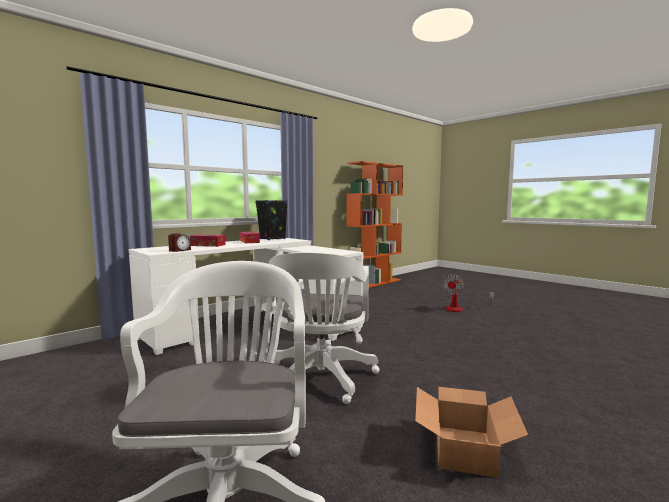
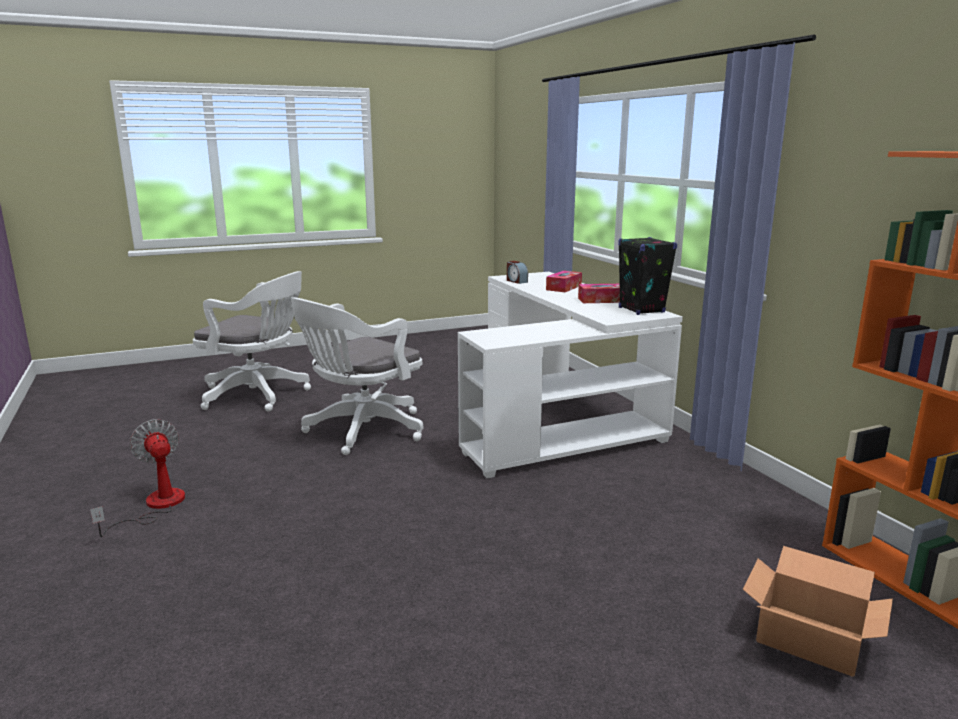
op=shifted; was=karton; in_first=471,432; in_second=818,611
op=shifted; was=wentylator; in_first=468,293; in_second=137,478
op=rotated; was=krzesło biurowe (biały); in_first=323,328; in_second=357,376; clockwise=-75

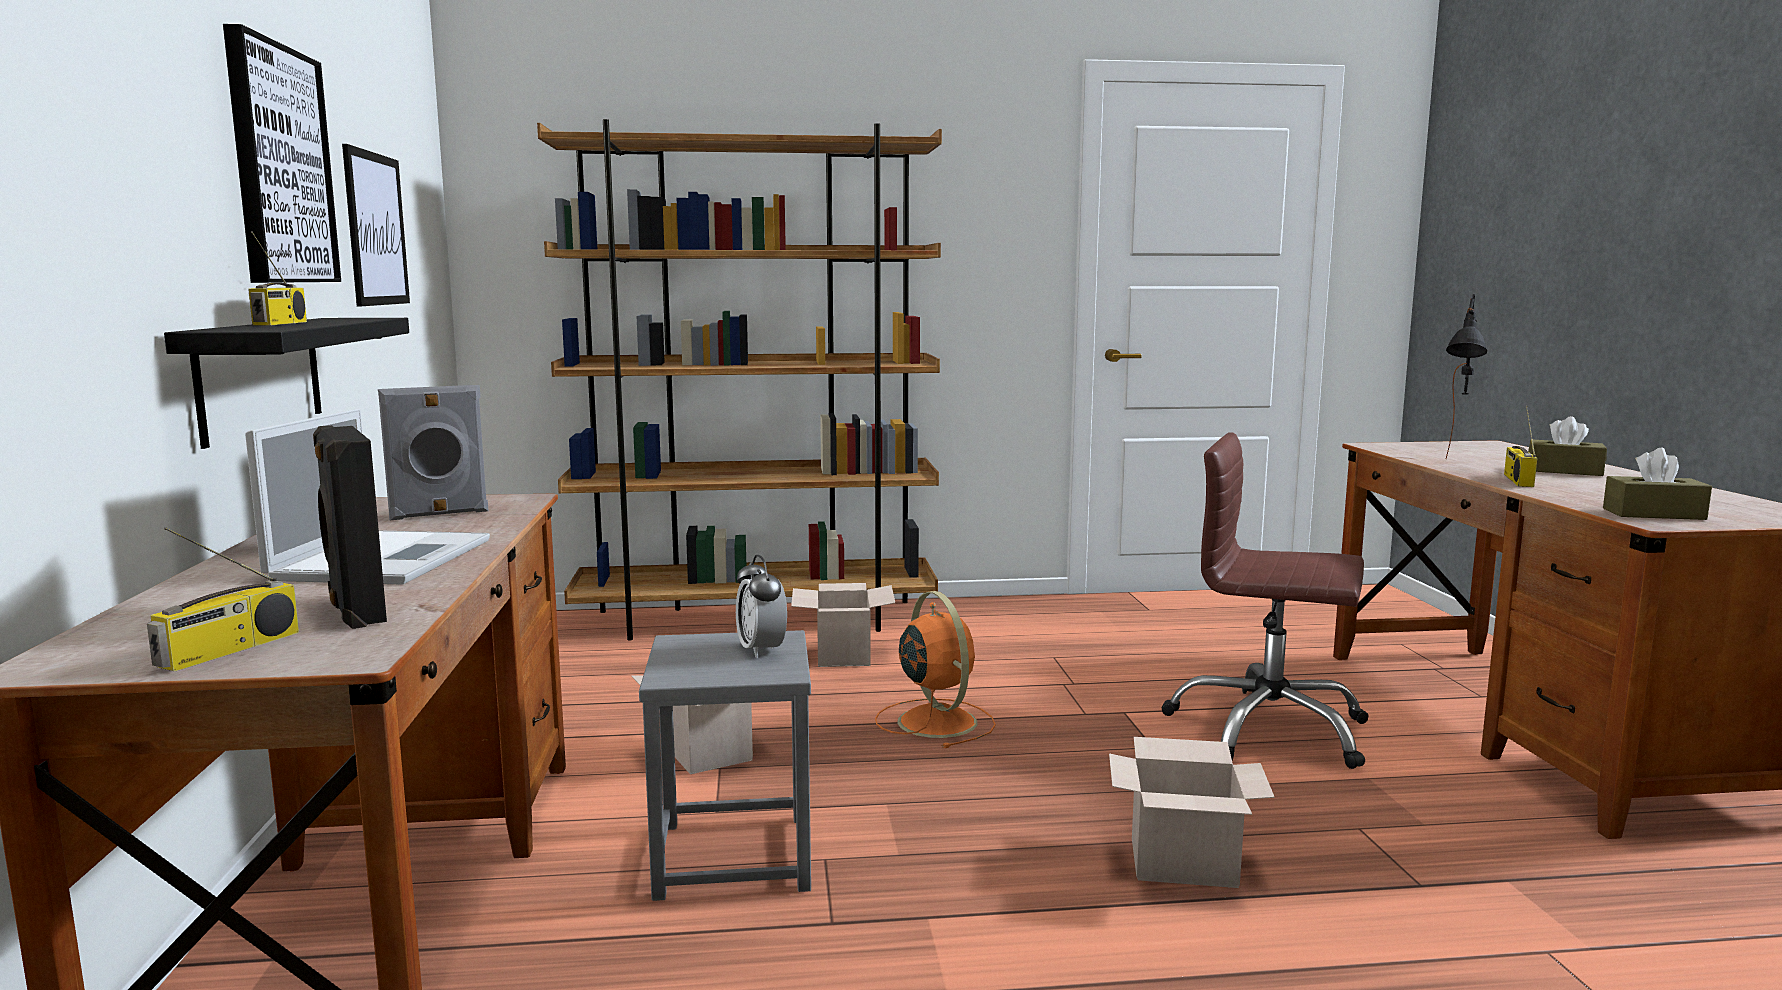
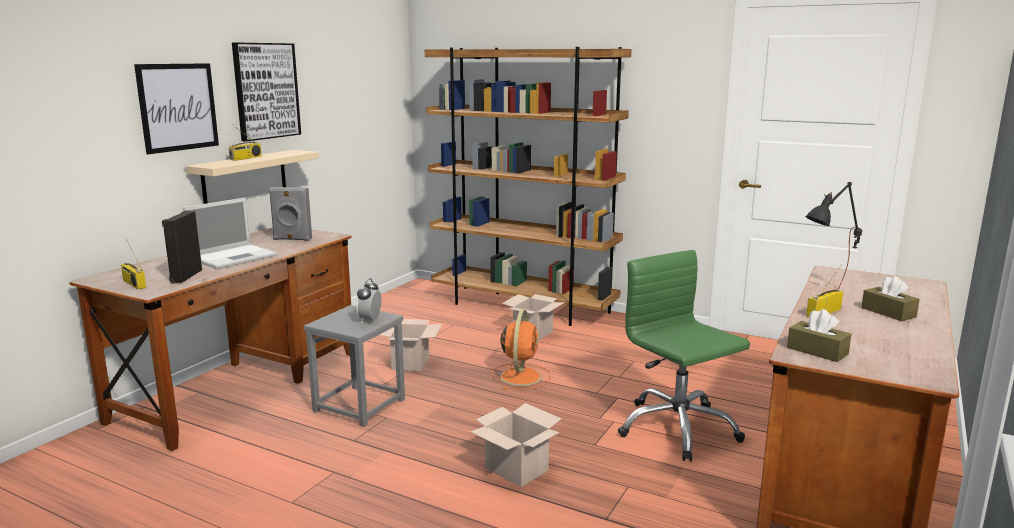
op=shifted; was=obraz; in_first=376,225; in_second=176,108
op=repainted; was=półka (czarny); now=półka (beżowy); in_first=286,383; in_second=252,177
op=repainted; was=krzesło biurowe (brązowy); now=krzesło biurowe (zielony); in_first=1265,600; in_second=684,355
op=rotated; was=radio; in_first=223,599; in_second=133,264; clockwise=75

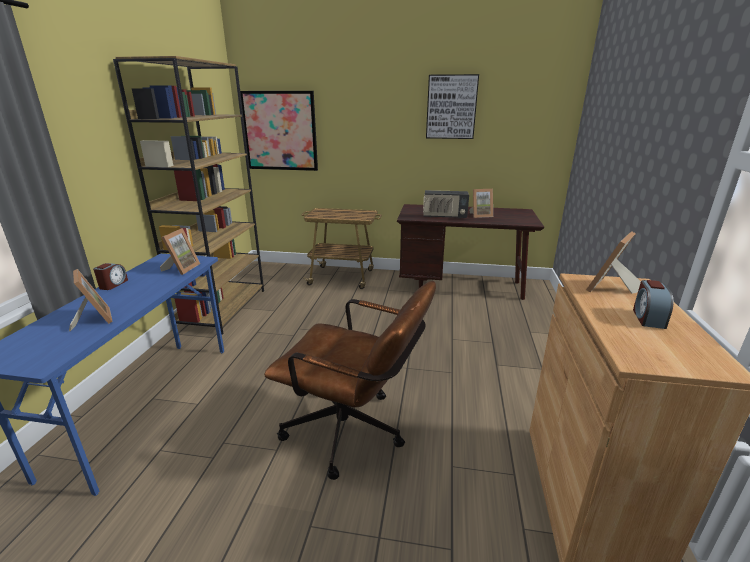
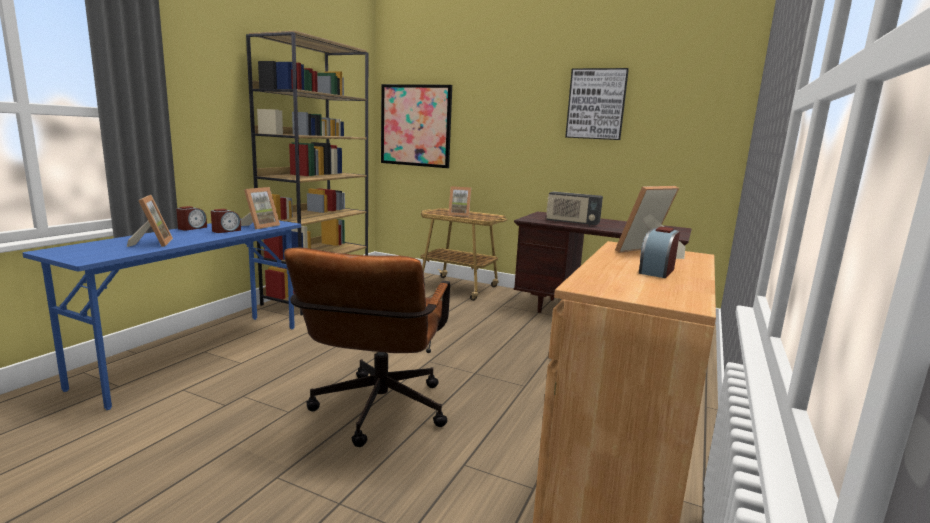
op=new; now=budzik; in_second=226,221
op=shifted; was=ramka na zdjęcie; in_first=481,203; in_second=459,201
op=rotated; was=krzesło biurowe (brązowy); in_first=350,380; in_second=367,347; clockwise=60

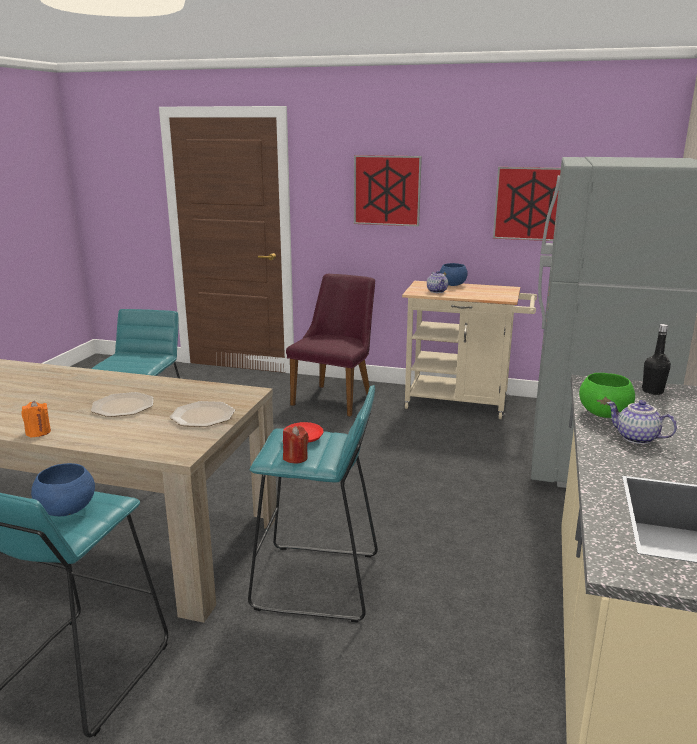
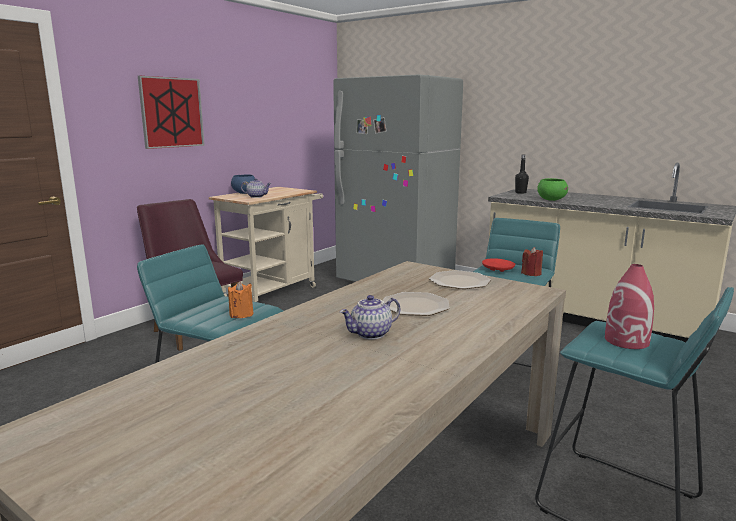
op=gone; was=obraz; in_first=527,204
op=shifted; was=świeca (pomarańczowy); in_first=36,419; in_second=240,299
op=shifted; was=imbryk; in_first=642,422; in_second=370,317
op=swapped; was=miska (niebieski); now=wazon (czerwony); in_first=63,489; in_second=629,306

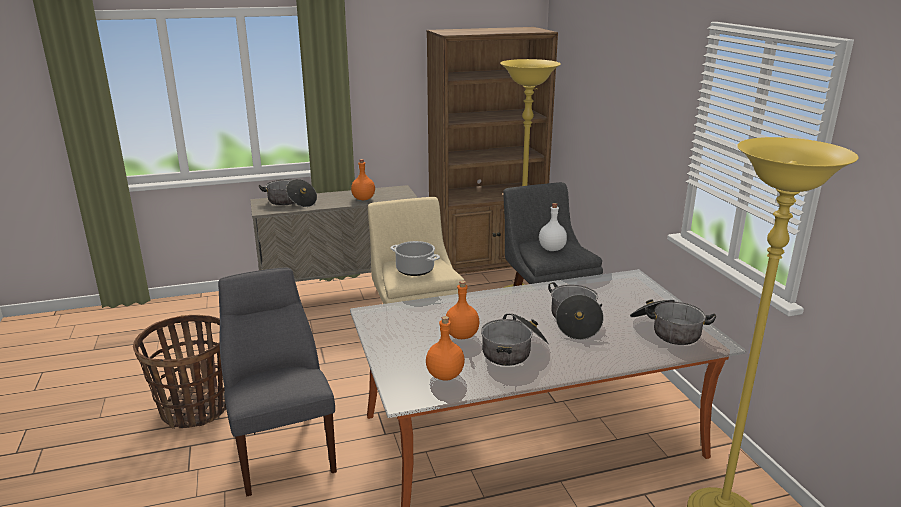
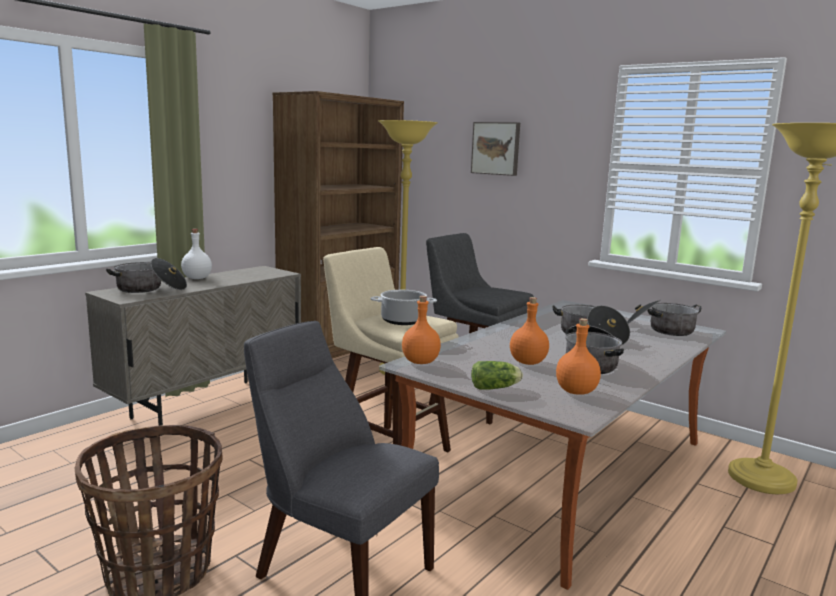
op=new; now=obraz; in_second=495,149
op=new; now=sałata; in_second=497,375
op=shifted; was=butelka (pomarańczowy); in_first=363,179; in_second=421,330
op=shifted; was=butelka (biały); in_first=553,227; in_second=196,254

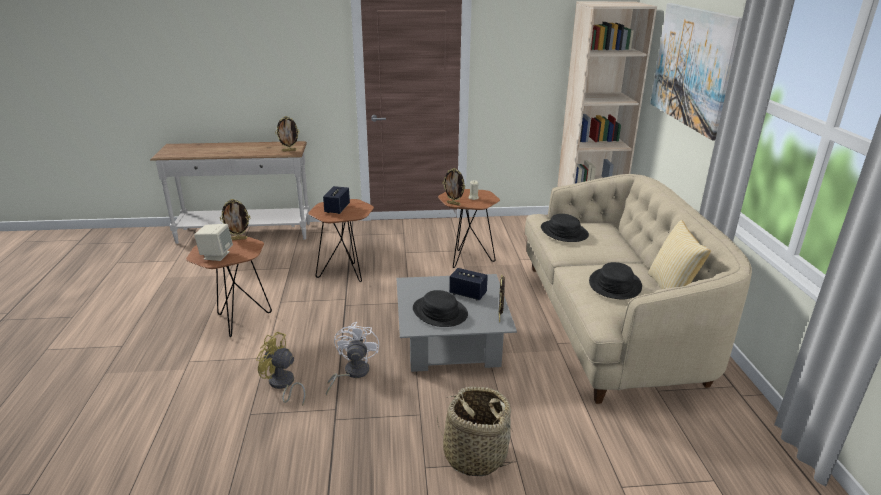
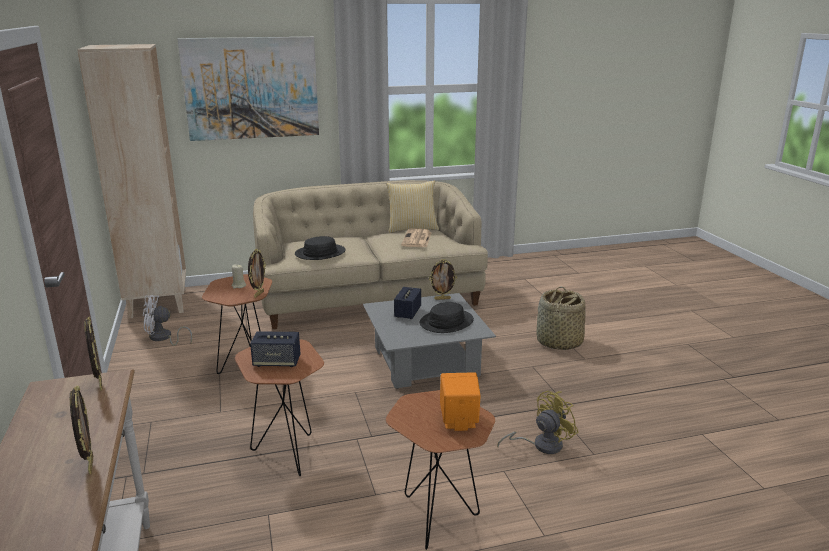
op=shifted; was=ramka na zdjęcie; in_first=235,219; in_second=81,430
op=shifted; was=wentylator (biały); in_first=352,358; in_second=167,320
op=swapped; was=kapelusz (czarny); now=gazeta; in_first=615,280; in_second=416,238
op=repainted; was=głośnik (beżowy); now=głośnik (pomarańczowy); in_first=213,242; in_second=460,401
op=rotated; was=wentylator (żółty); in_first=281,369; in_second=538,422; clockwise=-135

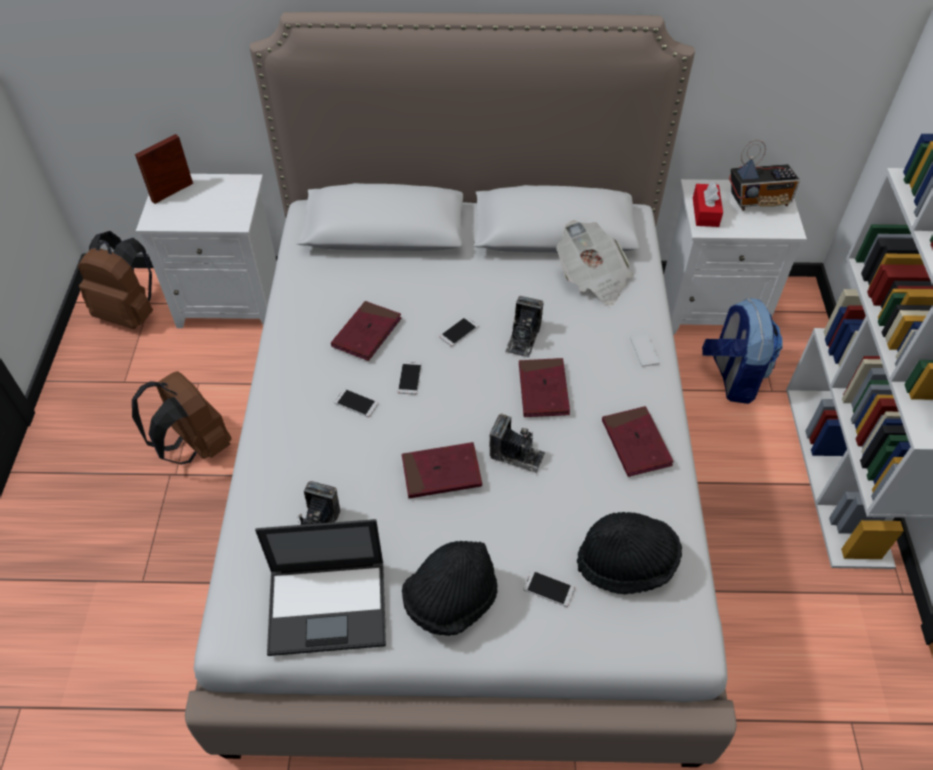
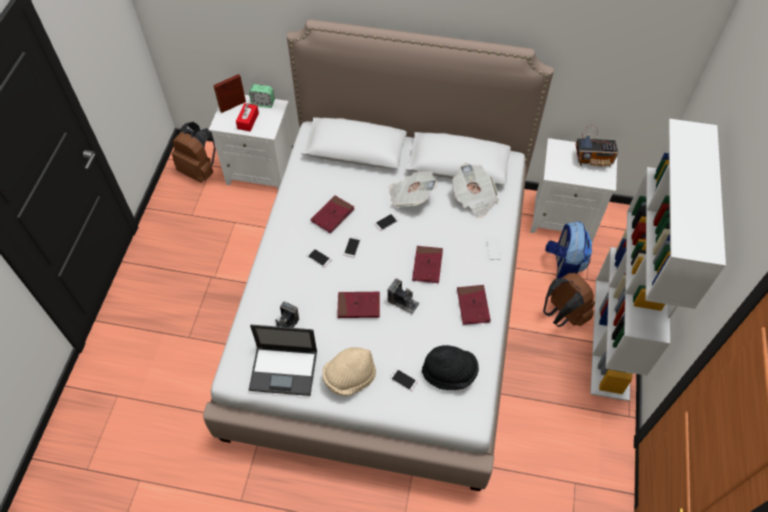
op=gone; was=aparat fotograficzny; in_first=524,326
op=new; now=budzik; in_second=262,96
op=new; now=gazeta; in_second=413,189
op=shifted; was=plecak (brązowy); in_first=181,417; in_second=569,300
op=shifted; was=pudełko chusteczek (czerwony); in_first=708,204; in_second=247,117
op=repainted; was=kapelusz (czarny); now=kapelusz (beżowy); in_first=450,588; in_second=349,371

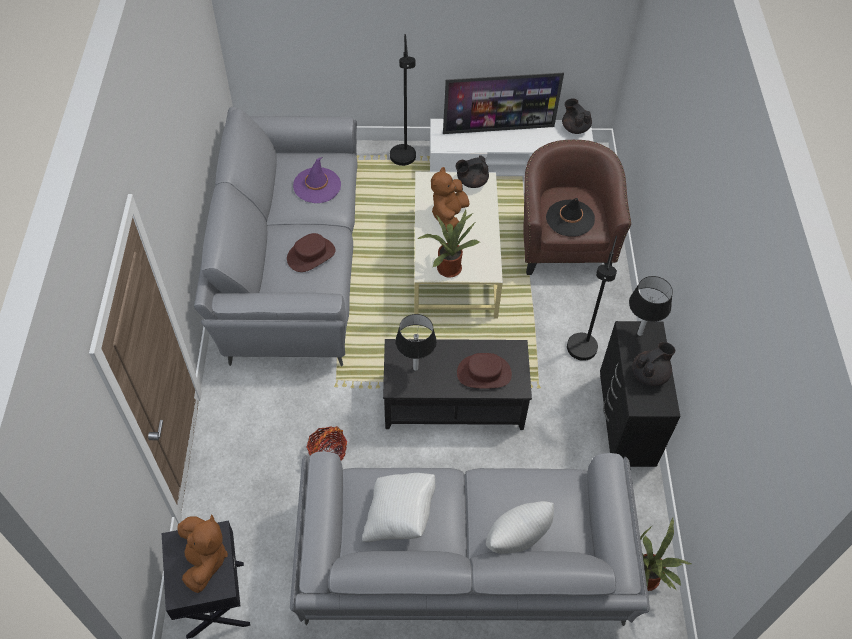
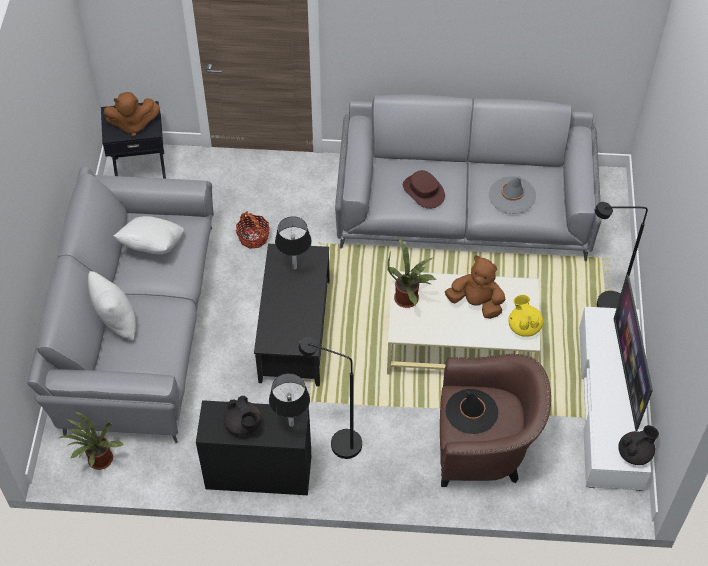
op=gone; was=kapelusz (brązowy); in_first=484,371
op=repainted; was=kapelusz (fioletowy); now=kapelusz (szary); in_first=317,180; in_second=512,195
op=repainted; was=imbryk (czarny); now=imbryk (żółty); in_first=472,171; in_second=525,316

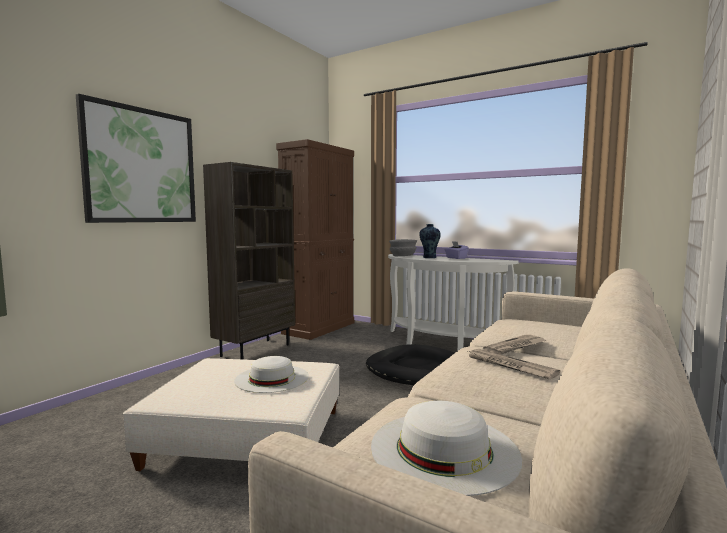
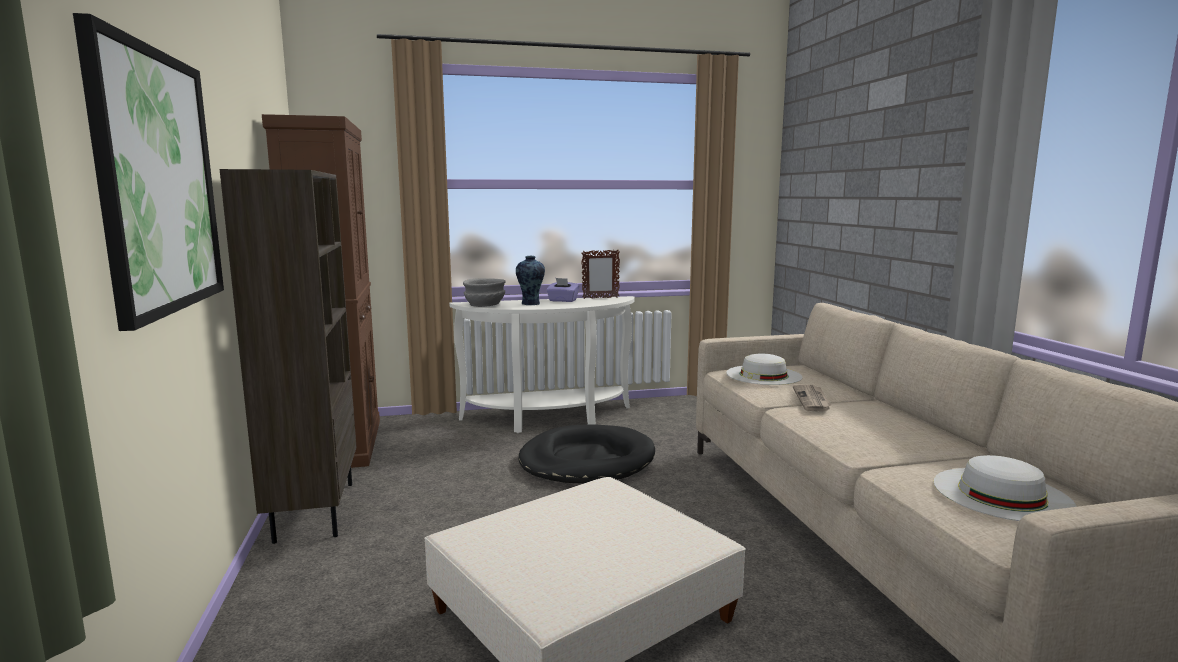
op=gone; was=gazeta; in_first=513,364
op=new; now=ramka na zdjęcie; in_second=600,274
op=shifted; was=kapelusz (biały); in_first=271,374; in_second=764,369

